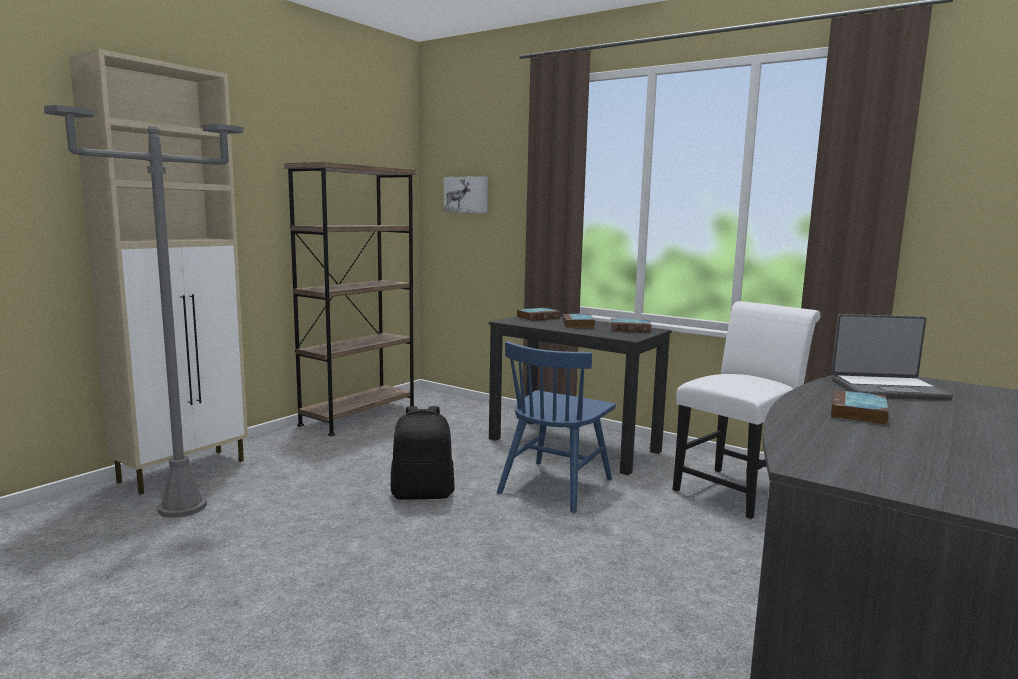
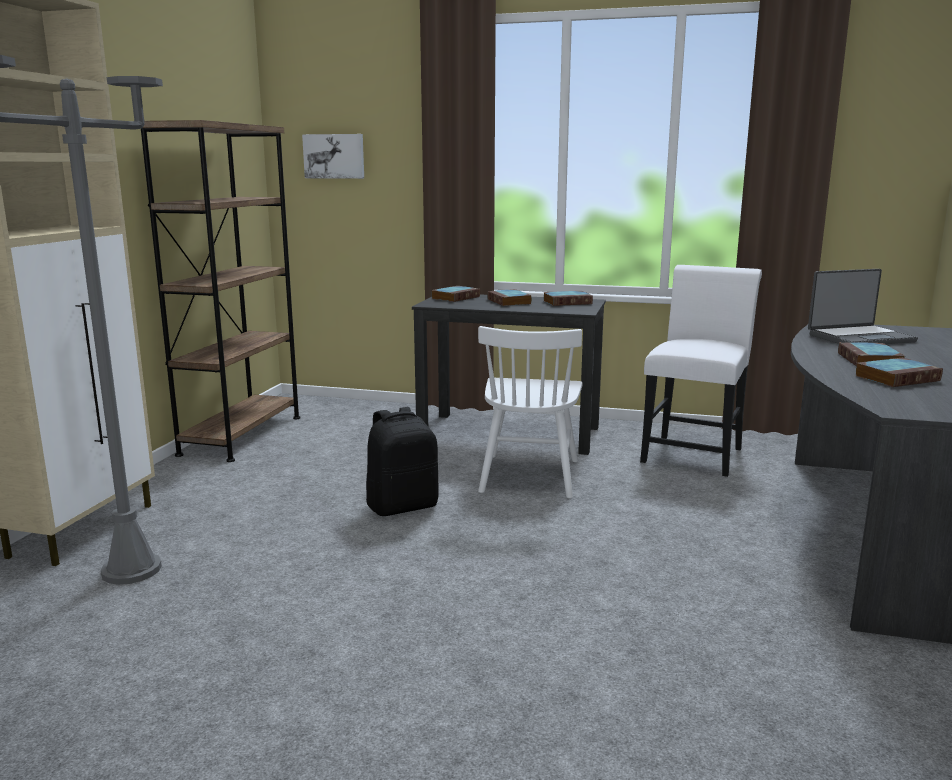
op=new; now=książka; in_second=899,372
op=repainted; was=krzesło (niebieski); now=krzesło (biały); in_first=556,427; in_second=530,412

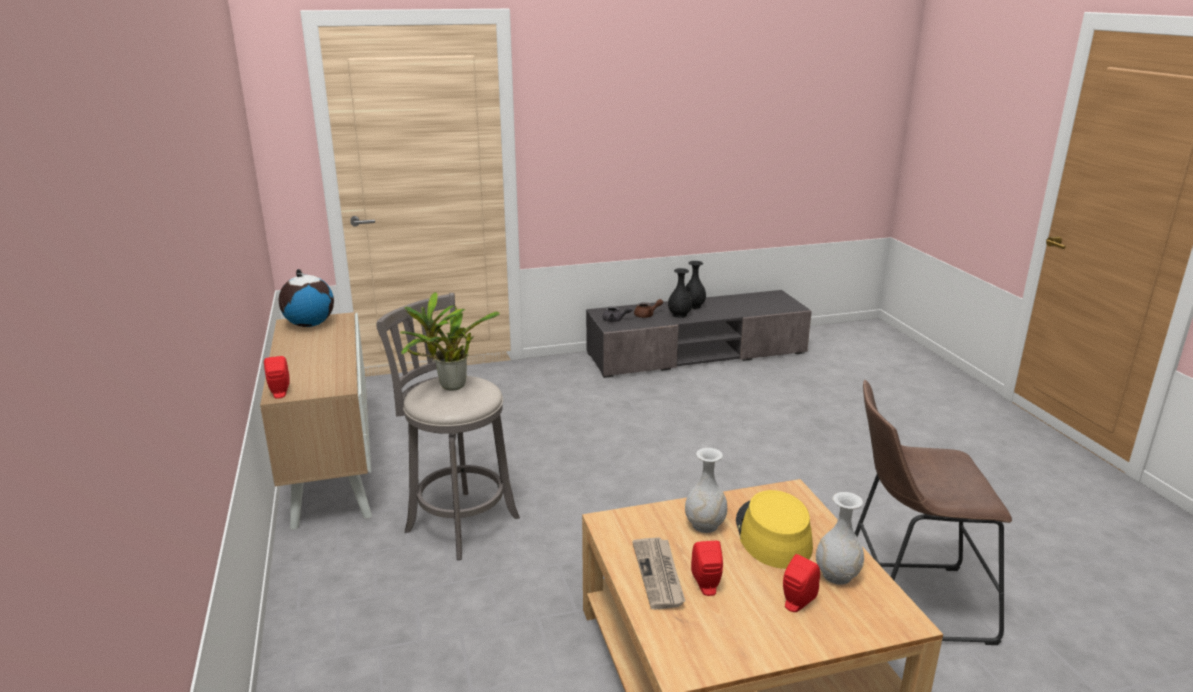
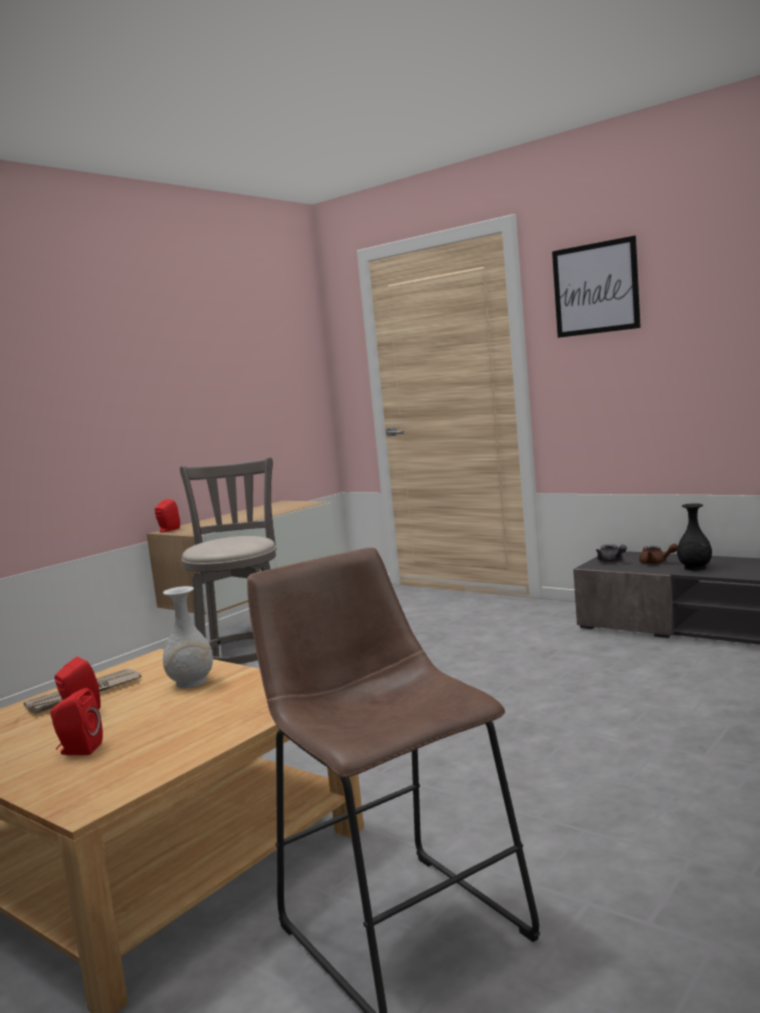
op=gone; was=globus; in_first=306,298
op=gone; was=roślina doniczkowa; in_first=449,341
op=gone; was=wazon (czarny); in_first=695,285
op=gone; was=kapelusz (żółty); in_first=774,529
op=gone; was=wazon (biały); in_first=840,538
op=new; now=obraz; in_second=596,287

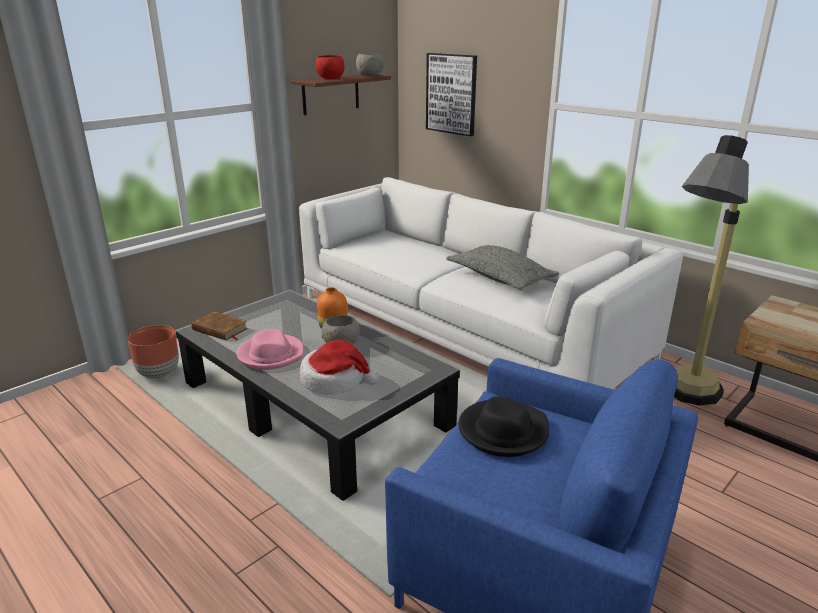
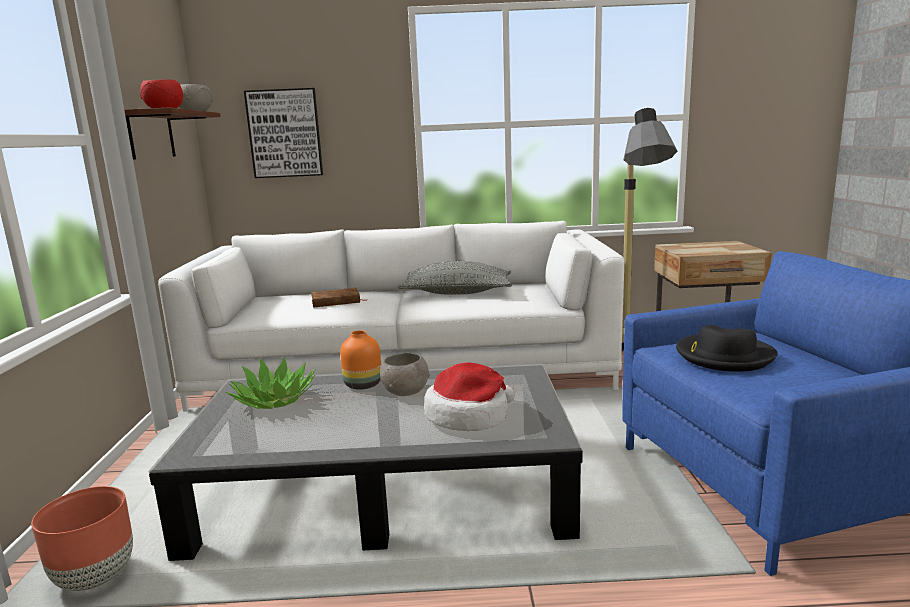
op=gone; was=kapelusz (różowy); in_first=270,349
op=new; now=roślina doniczkowa; in_second=270,383
op=shifted; was=książka (brązowy); in_first=220,326; in_second=336,298

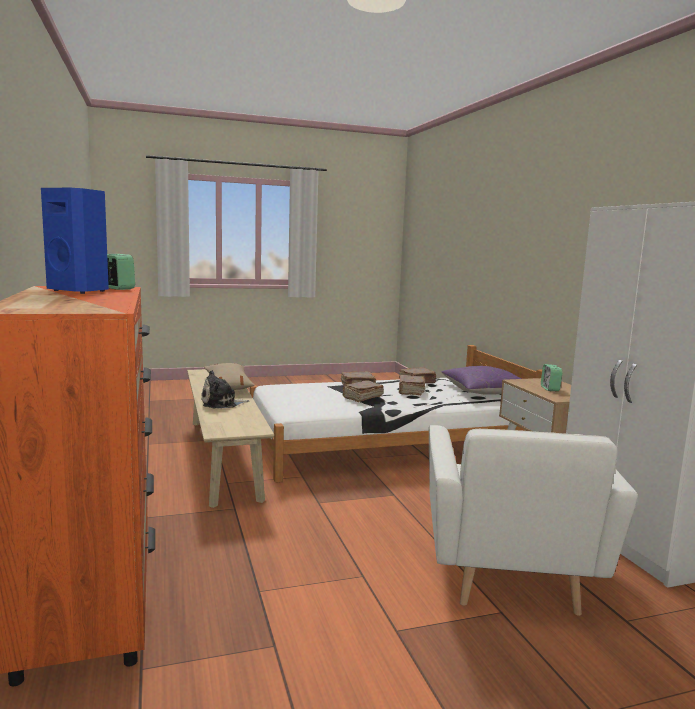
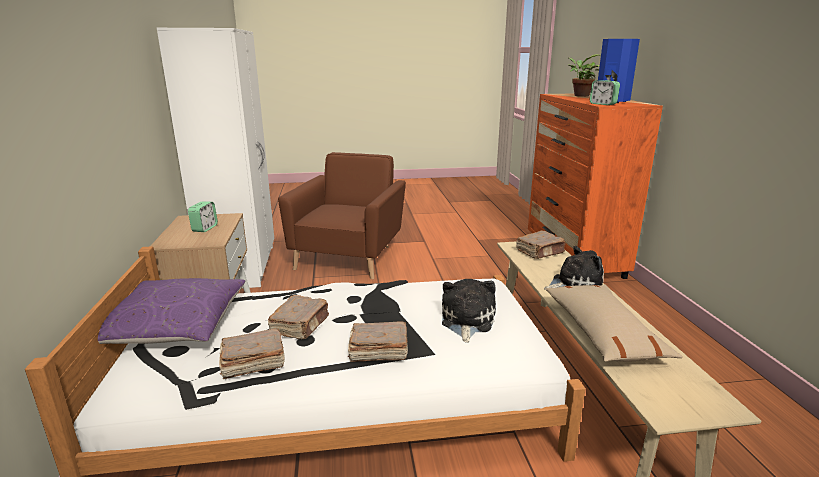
op=new; now=pluszak; in_second=469,311
op=new; now=roślina doniczkowa; in_second=584,75
op=shifted; was=książka (brązowy); in_first=363,391; in_second=540,245
op=repainted; was=fotel (biały); now=fotel (brązowy); in_first=533,520; in_second=342,215

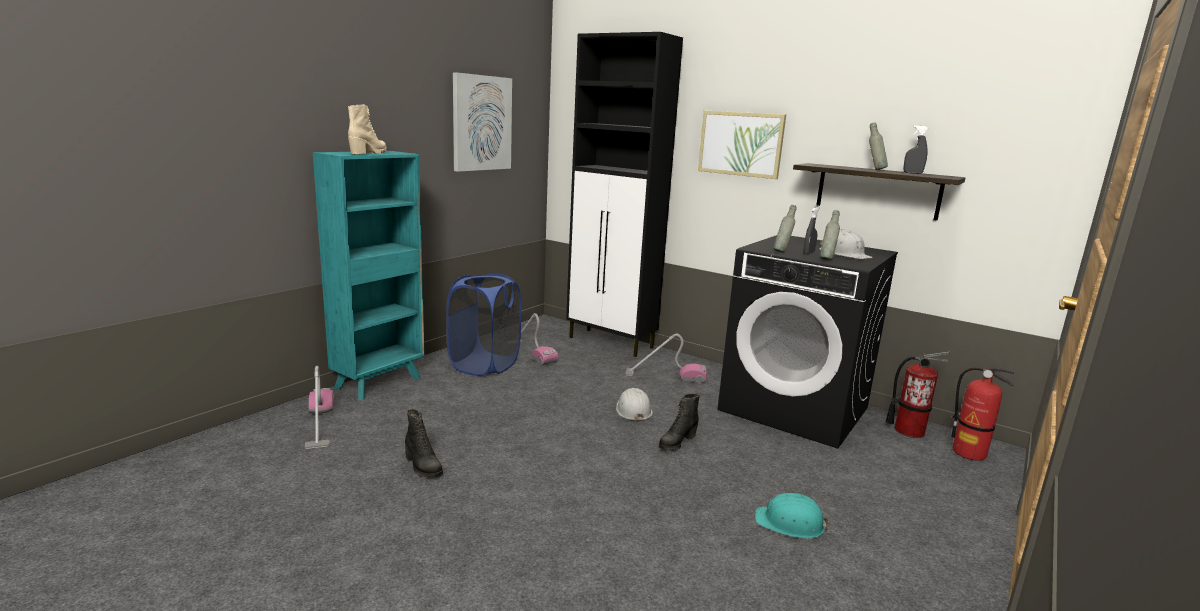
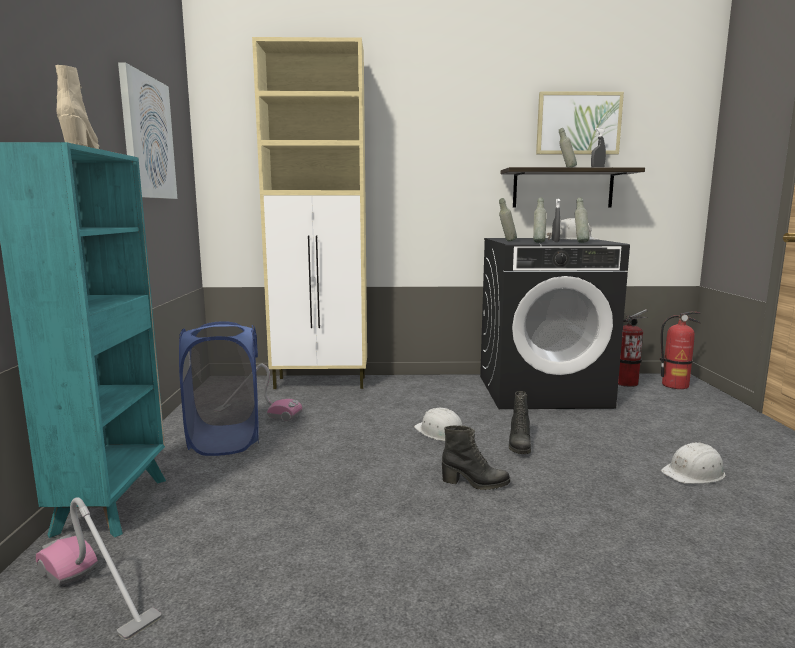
op=gone; was=odkurzacz; in_first=666,358
op=new; now=butelka (szary); in_second=508,219
op=shifted; was=but z cholewką (czarny); in_first=424,443; in_second=476,458
op=shifted; was=obraz; in_first=742,144; in_second=580,123
op=repainted; was=szafka (czarny); now=szafka (beżowy); in_first=624,194; in_second=309,213
op=repainted; was=kask (turkusowy); now=kask (biały); in_first=792,516; in_second=693,463

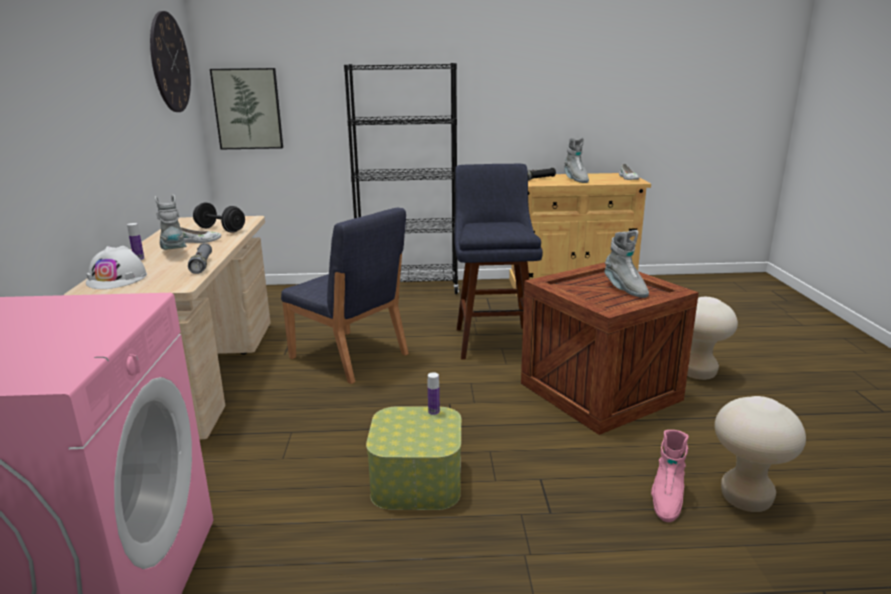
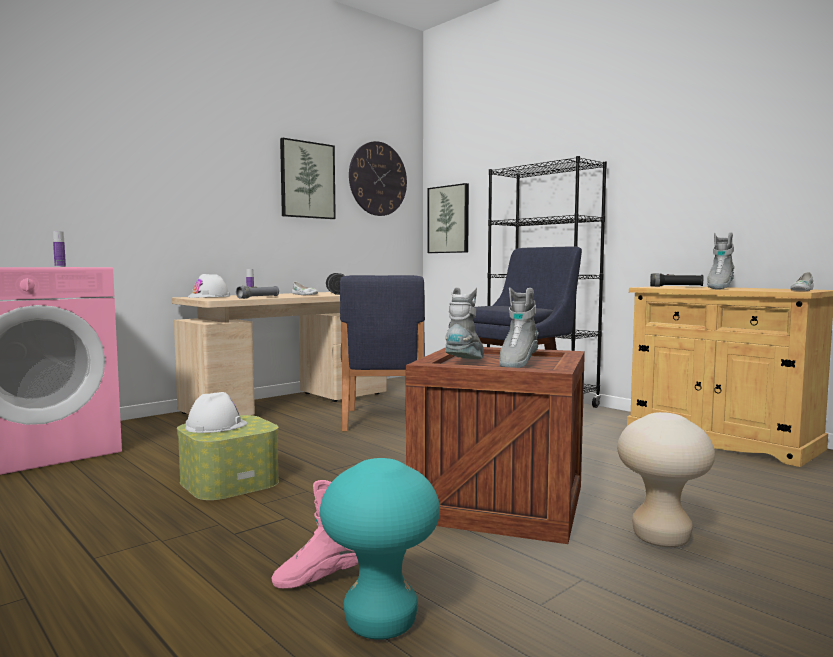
op=new; now=kask (biały); in_second=216,412
op=new; now=obraz; in_second=308,178
op=shifted; was=but z cholewką (szary); in_first=171,222; in_second=464,323
op=shifted; was=butelka; in_first=434,393; in_second=59,249
op=repainted; was=stołek (beżowy); now=stołek (turkusowy); in_first=760,454; in_second=380,549

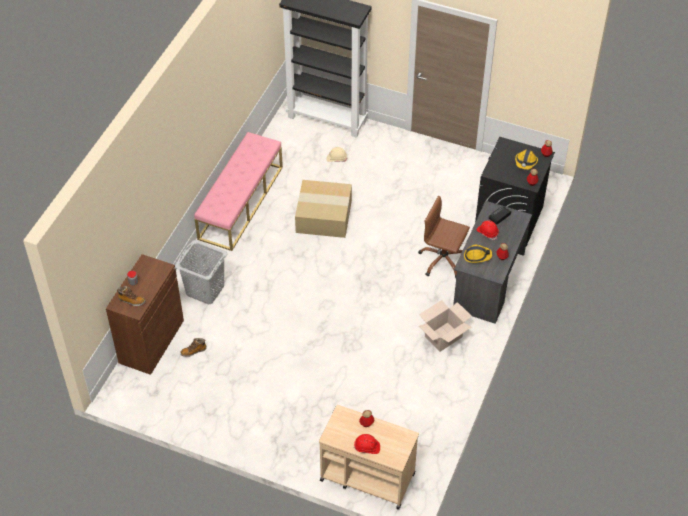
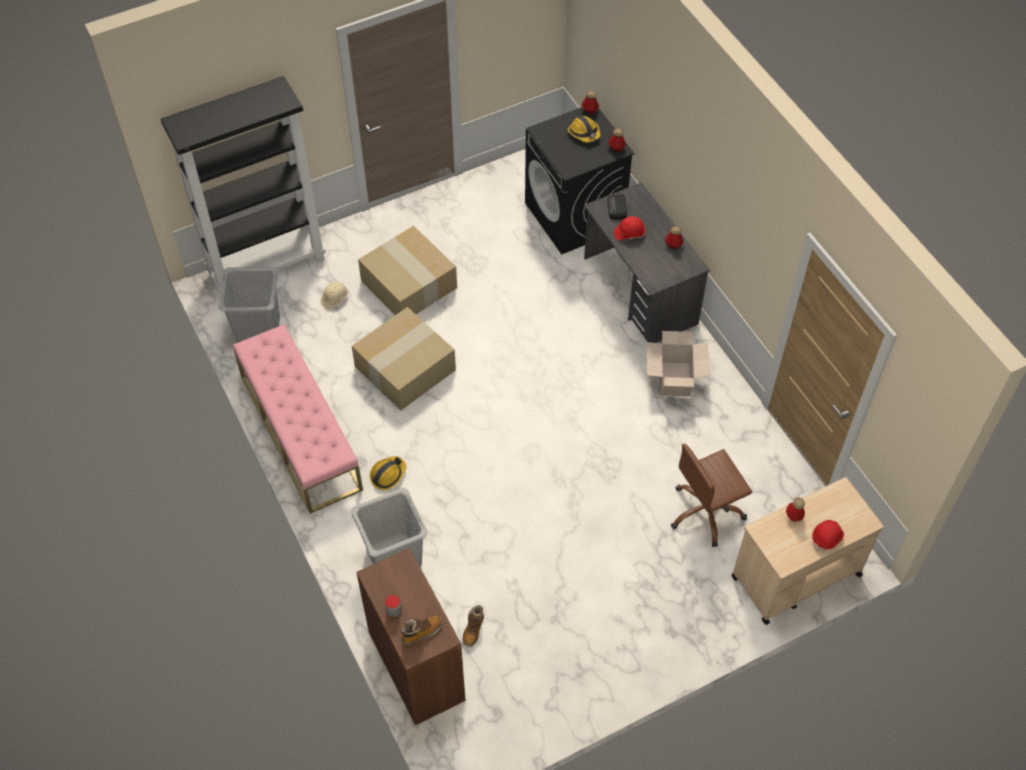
op=new; now=kosz na pranie (szary); in_second=249,305
op=new; now=karton; in_second=407,270
op=shifted; was=krzesło biurowe (brązowy); in_first=444,237; in_second=711,495
op=shifted; was=kask; in_first=478,253; in_second=387,473

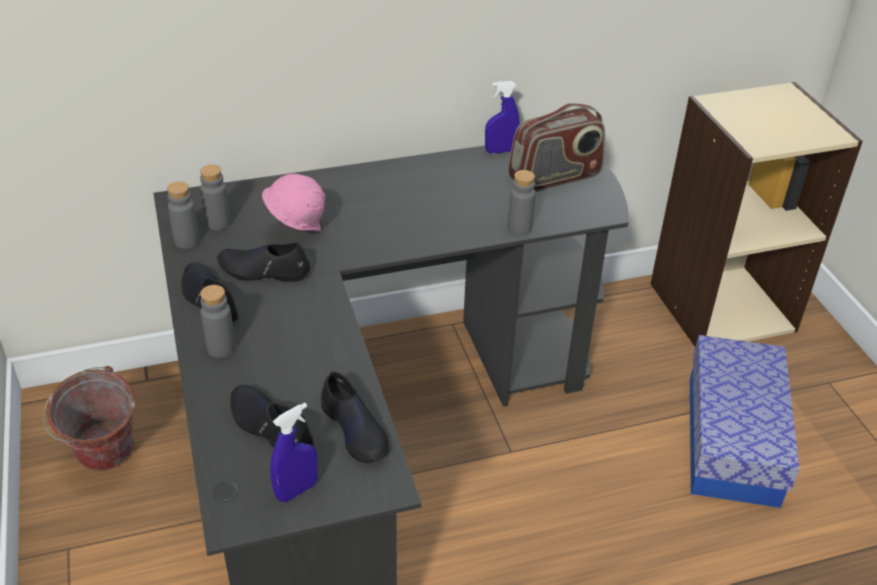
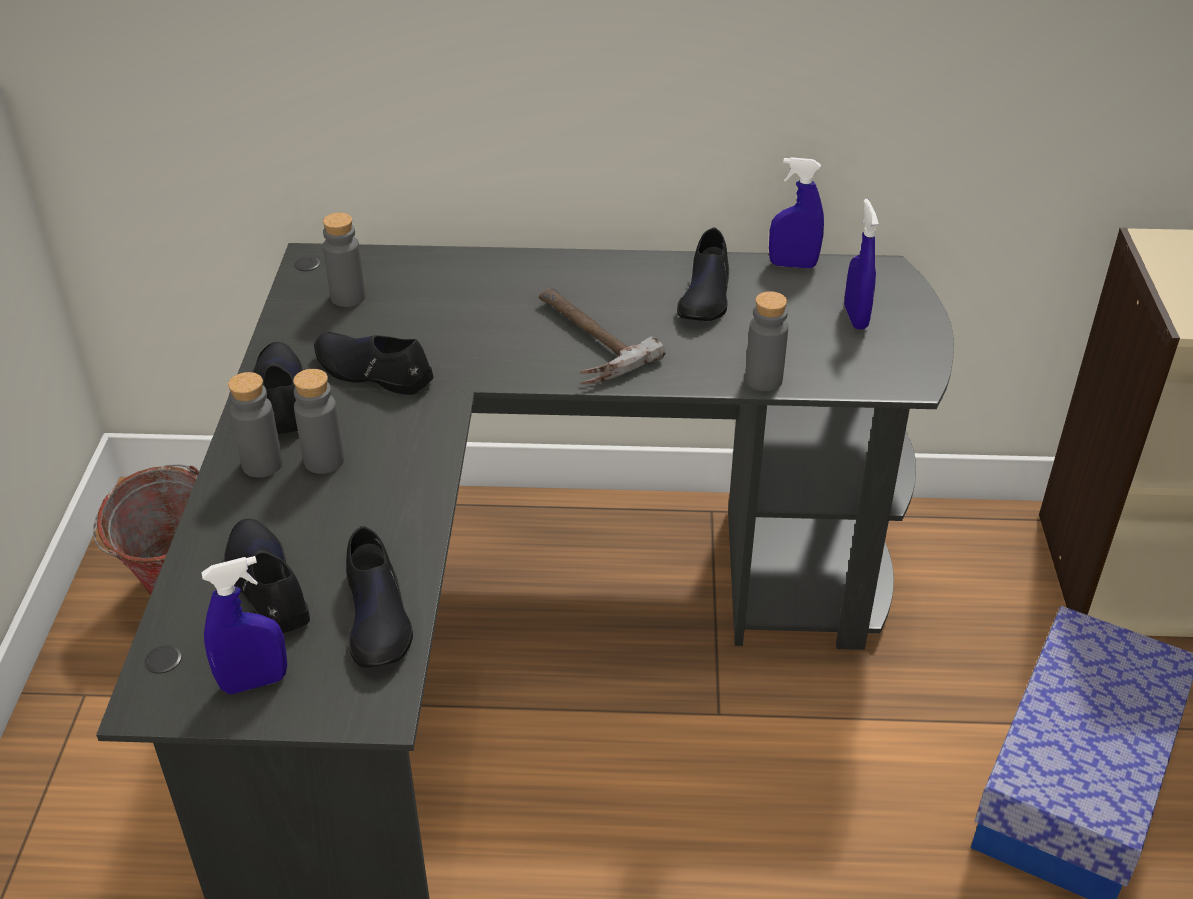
op=gone; was=kask (różowy); in_first=294,203
op=new; now=młotek; in_second=602,336
op=new; now=but (czarny); in_second=703,274
op=shifted; was=butelka (szary); in_first=183,215; in_second=318,421
op=swapped; was=radio; now=spryskiwacz (niebieski); in_first=556,147; in_second=861,264

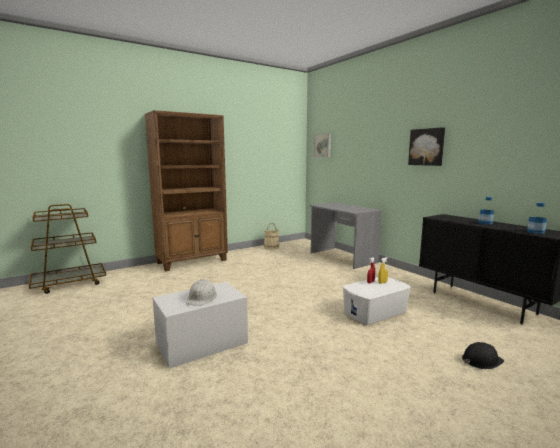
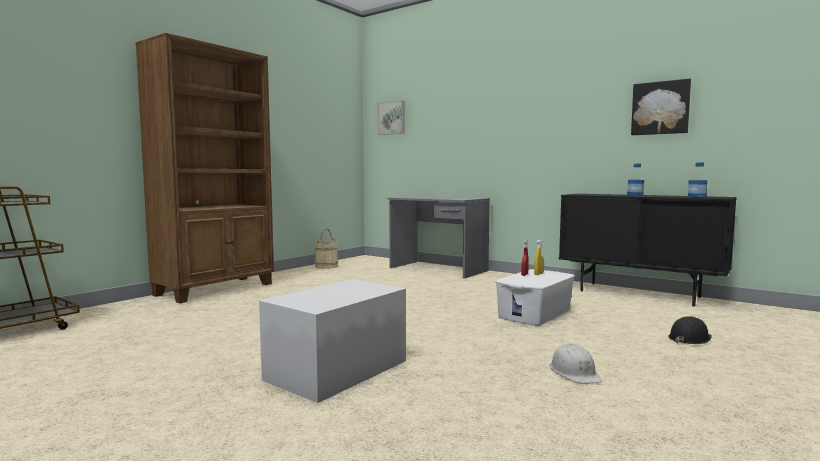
op=shifted; was=kask (biały); in_first=201,292; in_second=575,363
op=shifted; was=obraz; in_first=426,146; in_second=661,107

